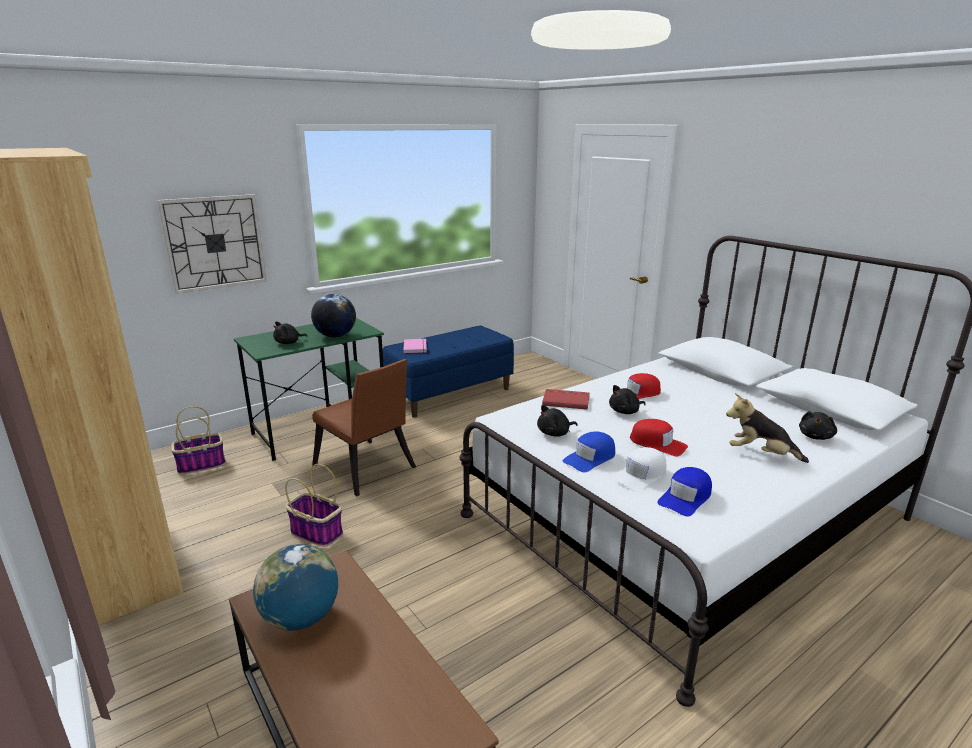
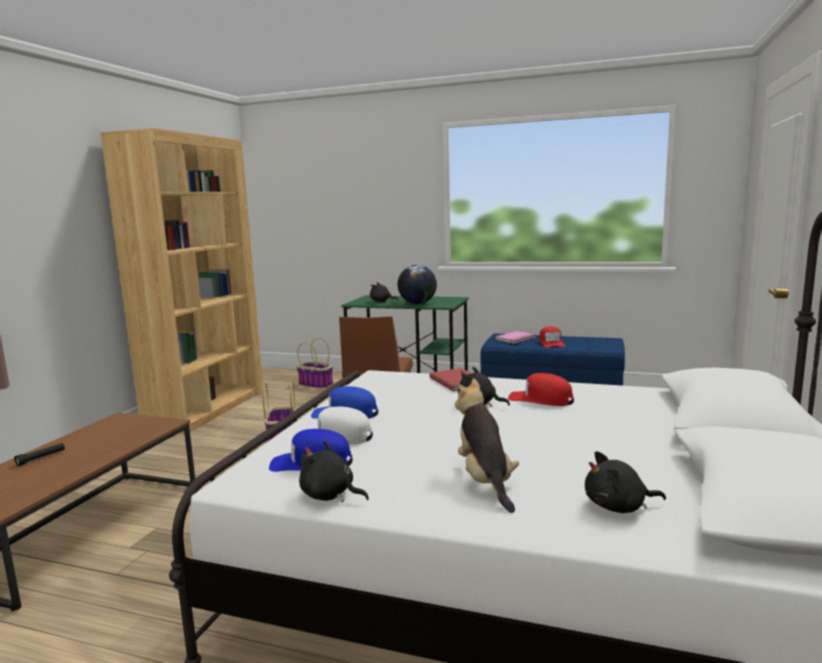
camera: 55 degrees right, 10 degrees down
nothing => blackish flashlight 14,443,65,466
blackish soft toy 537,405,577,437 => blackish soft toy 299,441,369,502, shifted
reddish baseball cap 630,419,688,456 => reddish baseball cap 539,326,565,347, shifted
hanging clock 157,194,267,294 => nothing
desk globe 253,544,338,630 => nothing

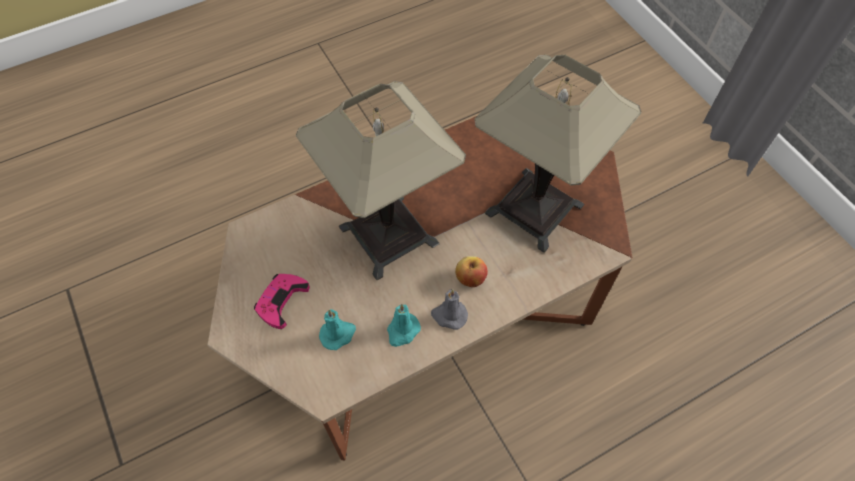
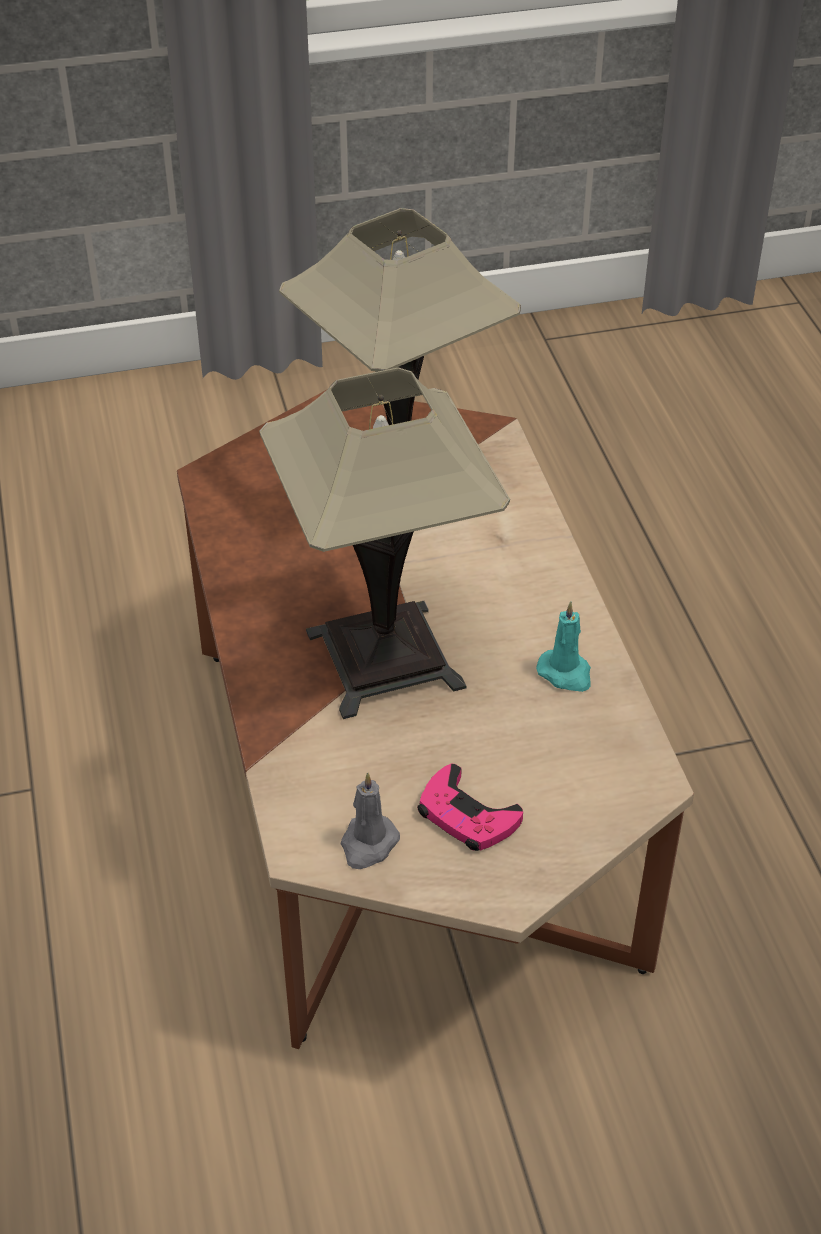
camera: 75 degrees left, 15 degrees down
grey candle 431,289,468,330 => grey candle 341,772,400,869, shifted
turquoise candle 319,309,356,350 => nothing
apple fruit 455,256,488,287 => nothing

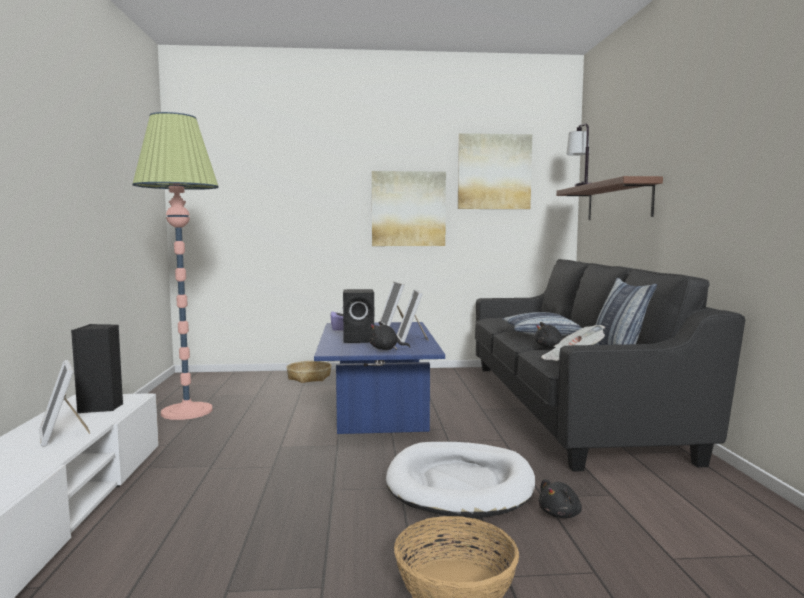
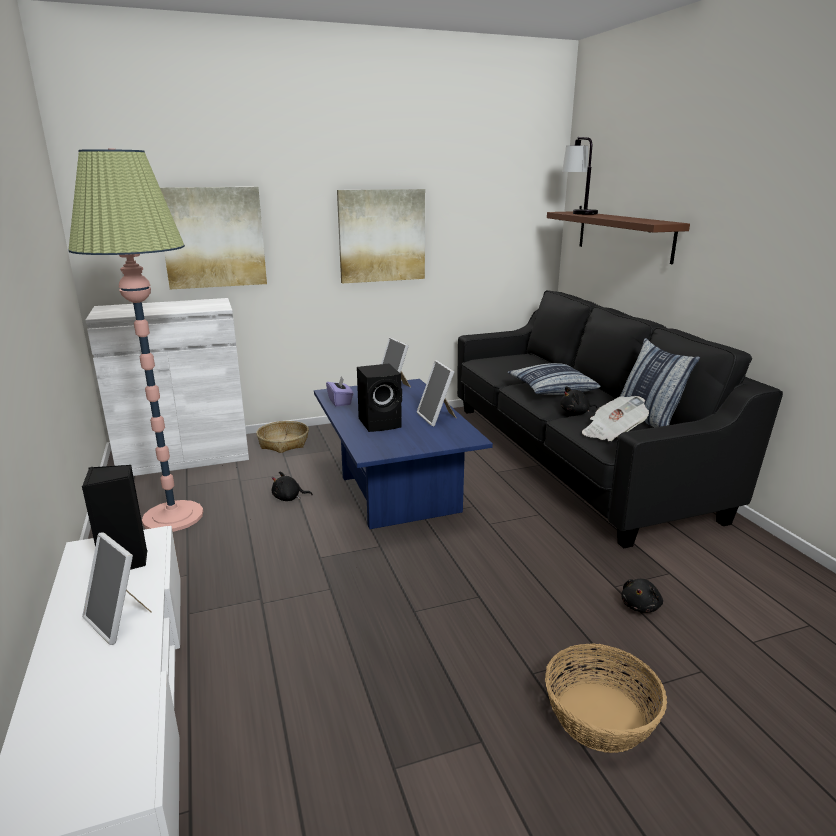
camera: 15 degrees left, 15 degrees up
nothing => whitish cupboard 85,298,249,476
wall picture 458,133,532,209 => wall picture 160,187,267,289, shifted
blackish soft toy 369,321,411,350 => blackish soft toy 272,472,313,501, shifted
whitish pet bed 386,442,535,519 => nothing

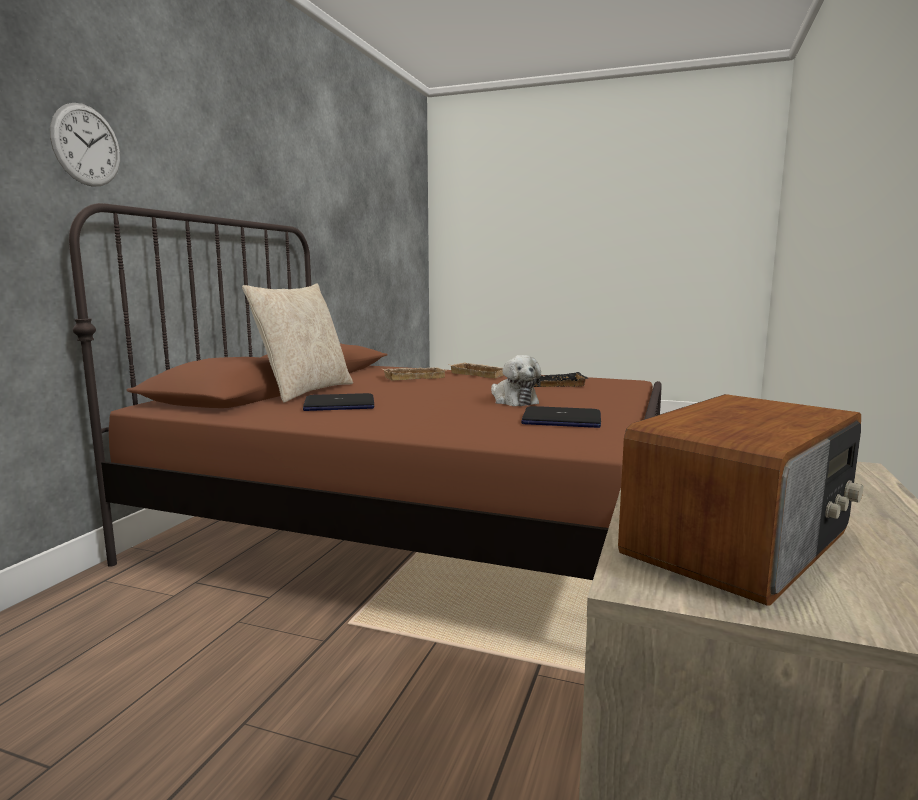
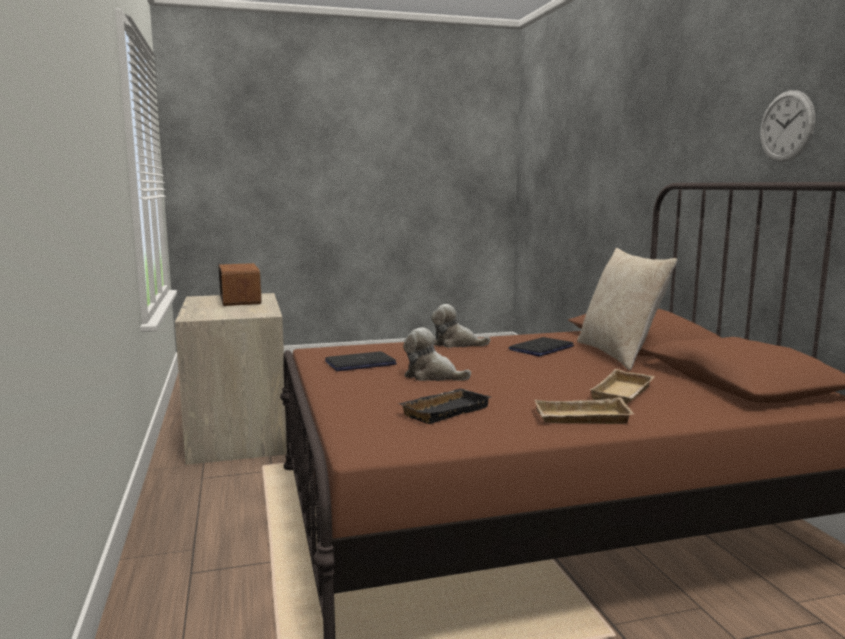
camera: 145 degrees right, 0 degrees up
radio 618,394,863,606 => radio 218,263,262,306, 150 degrees clockwise
nothing => soft toy 431,304,490,348
hanging clock 50,103,120,186 => hanging clock 760,90,815,162, shifted

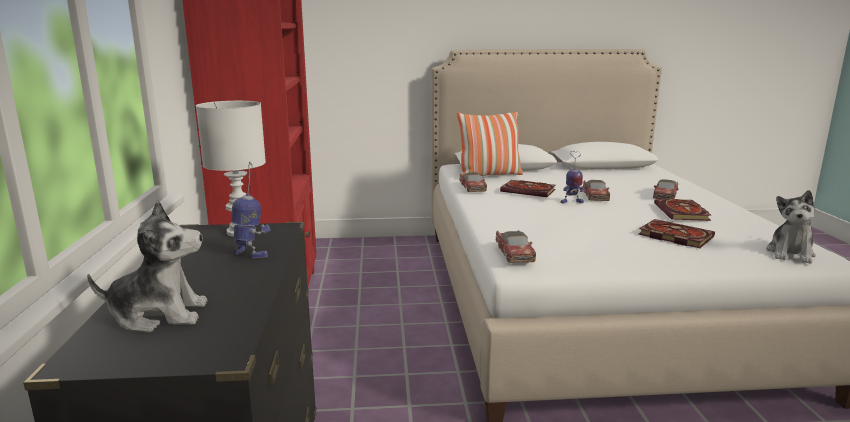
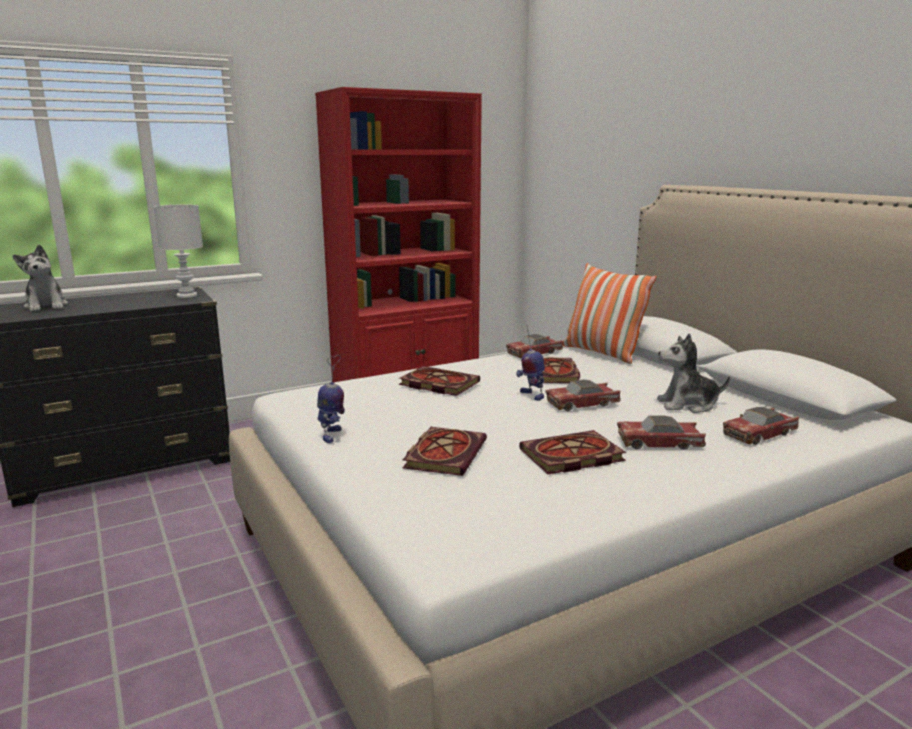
camera: 65 degrees right, 0 degrees up
model robot 231,162,271,258 => model robot 317,355,345,443, shifted
nothing => volume 399,366,480,396
soft toy 766,190,816,264 => soft toy 657,333,730,413, shifted
miniature car 496,230,536,263 => miniature car 723,407,799,445, shifted

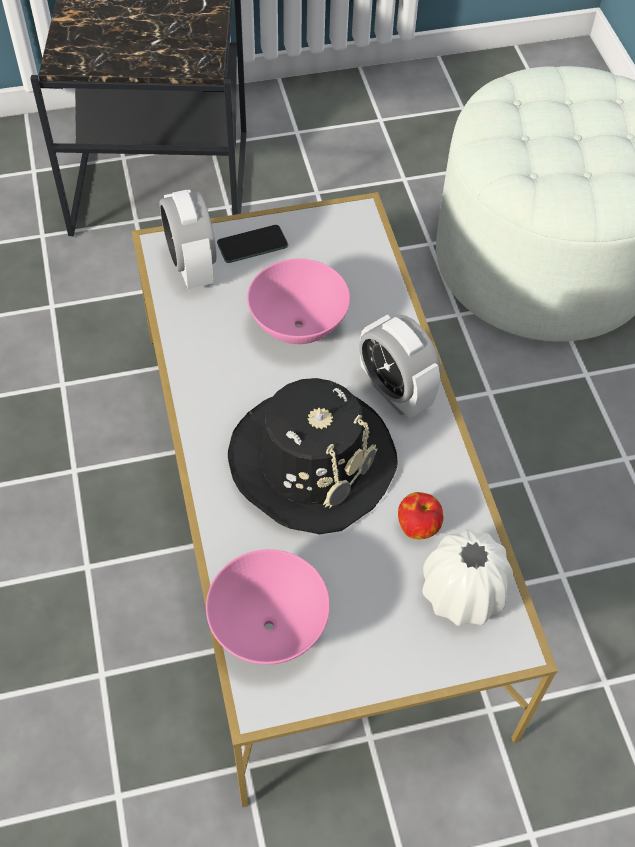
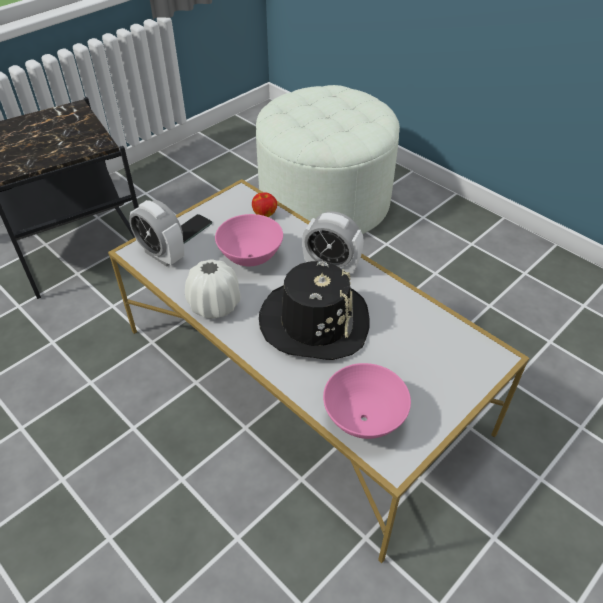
camera: 30 degrees left, 10 degrees down
whitish decorative vase 422,529,513,626 => whitish decorative vase 185,259,240,319, shifted
apple fruit 398,492,443,539 => apple fruit 252,192,277,217, shifted

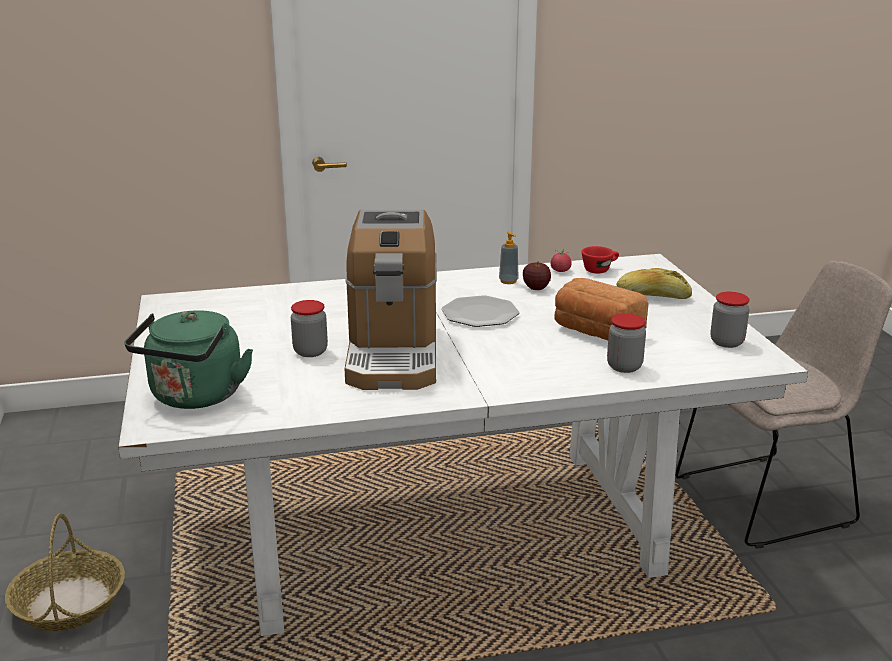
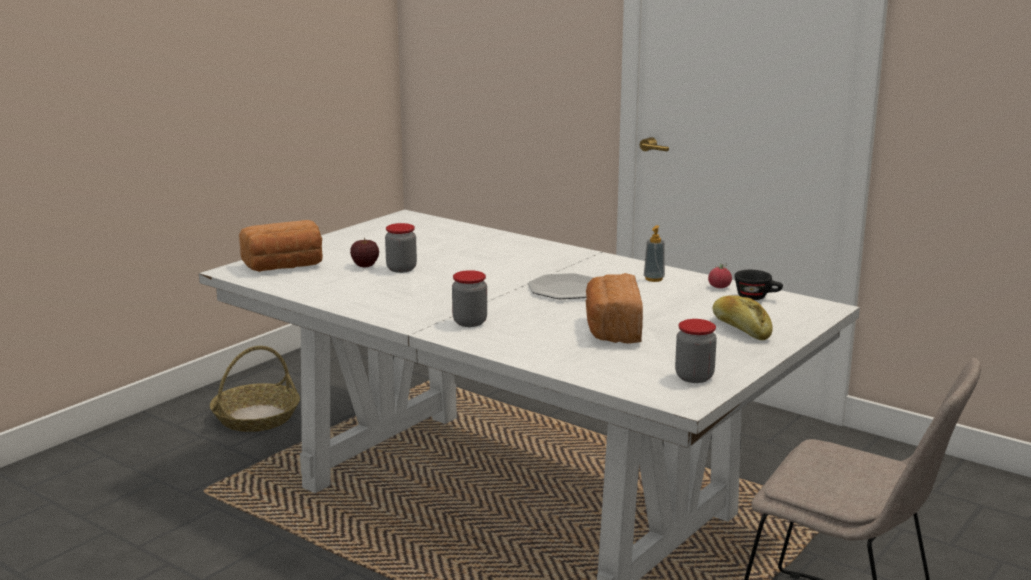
camera: 50 degrees right, 5 degrees down
greenish kettle 124,310,253,409 => baked bread 239,220,323,272
apple fruit 523,261,551,290 => apple fruit 350,238,379,267, shifted
storage jar 607,313,646,373 => storage jar 452,270,487,327, shifted
reddish cup 581,246,619,274 => blackish cup 735,270,783,300
coffee brewer 345,210,437,390 => nothing

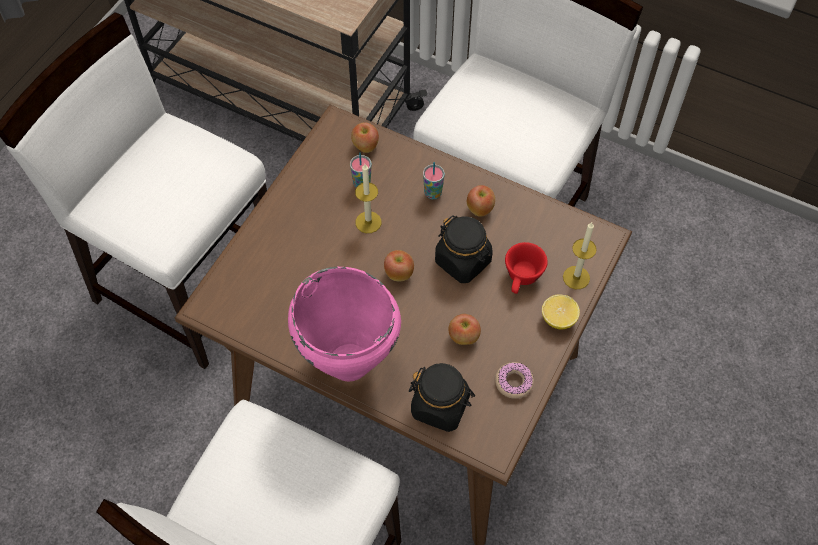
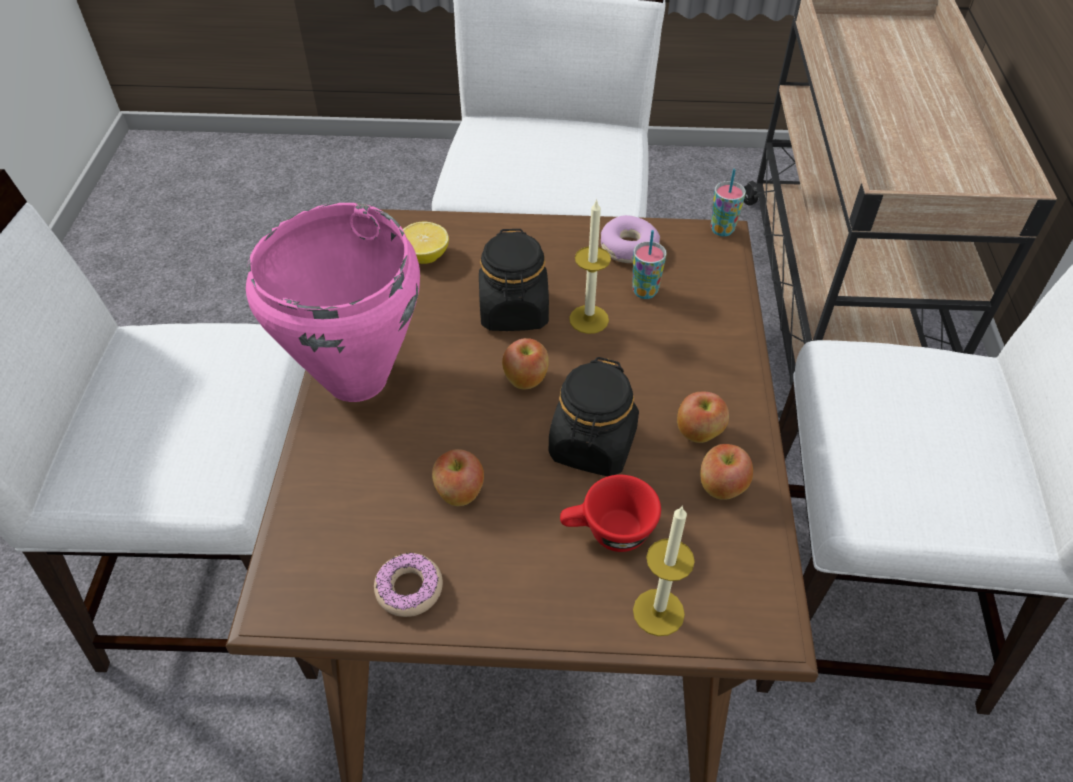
camera: 65 degrees right, 10 degrees down
citrus fruit 542,294,580,330 => citrus fruit 403,222,449,264, shifted
blackish storage jar 409,363,475,432 => blackish storage jar 479,229,549,331, shifted
nothing => doughnut 601,215,660,263
apple fruit 351,123,379,153 => apple fruit 700,444,753,500, shifted
cup 423,162,445,199 => cup 711,169,746,236, shifted

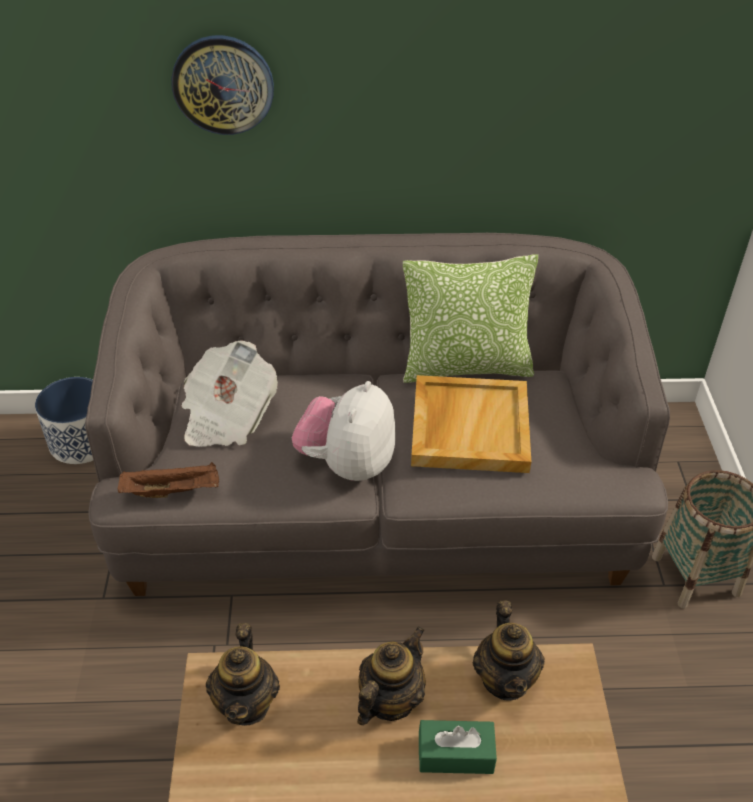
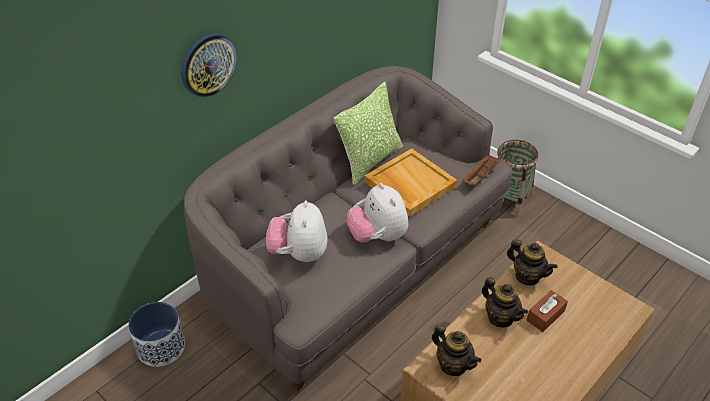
camera: 45 degrees left, 0 degrees up
printed paper 181,340,278,447 => soft toy 266,201,327,262
brown-coloured serving tray 117,462,219,498 => brown-coloured serving tray 462,154,502,186, shifted
tea pot 357,627,426,725 => tea pot 482,277,528,327, 150 degrees clockwise
greenish tissue holder 419,720,497,774 => brown-coloured tissue holder 527,290,568,332

